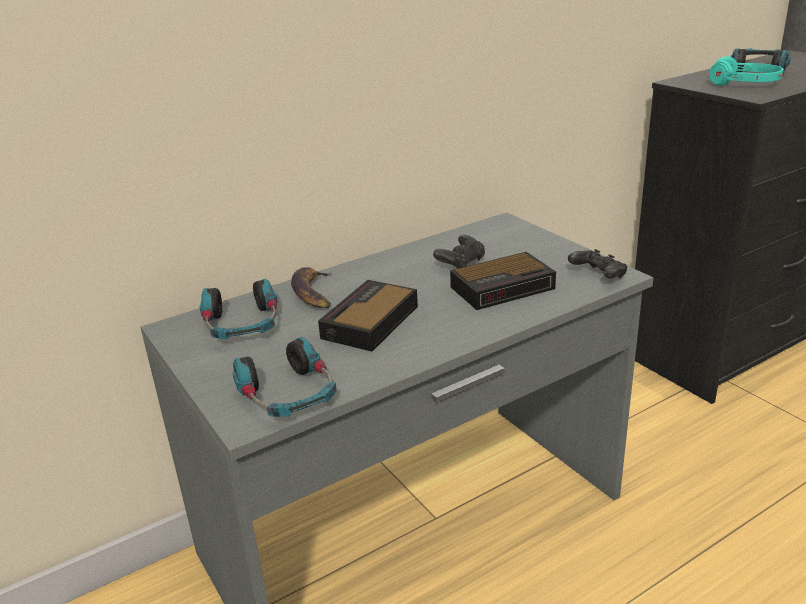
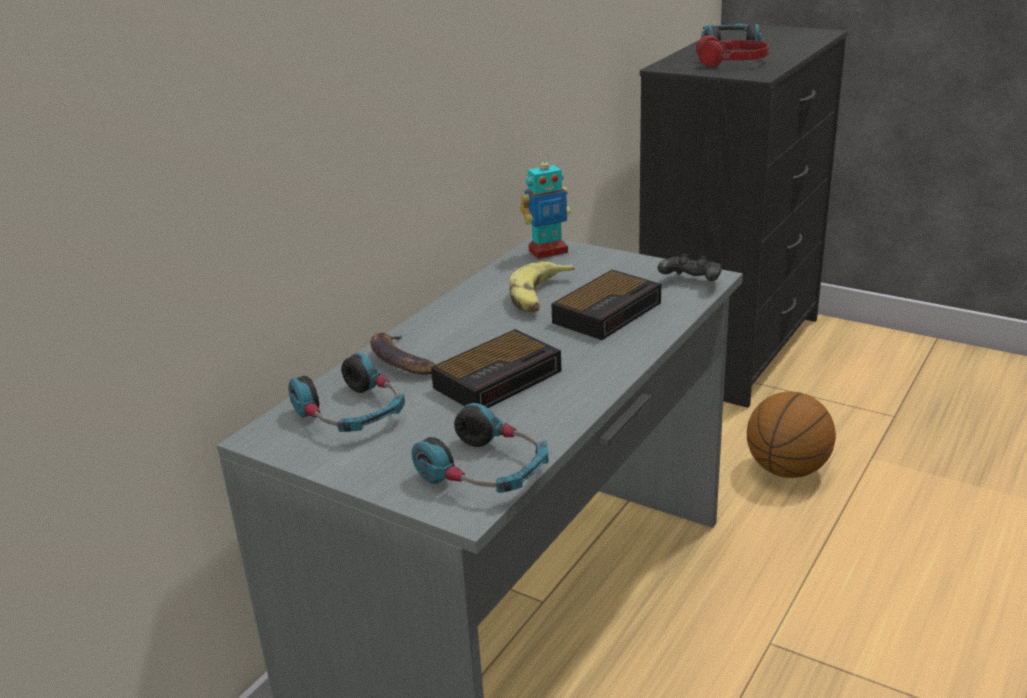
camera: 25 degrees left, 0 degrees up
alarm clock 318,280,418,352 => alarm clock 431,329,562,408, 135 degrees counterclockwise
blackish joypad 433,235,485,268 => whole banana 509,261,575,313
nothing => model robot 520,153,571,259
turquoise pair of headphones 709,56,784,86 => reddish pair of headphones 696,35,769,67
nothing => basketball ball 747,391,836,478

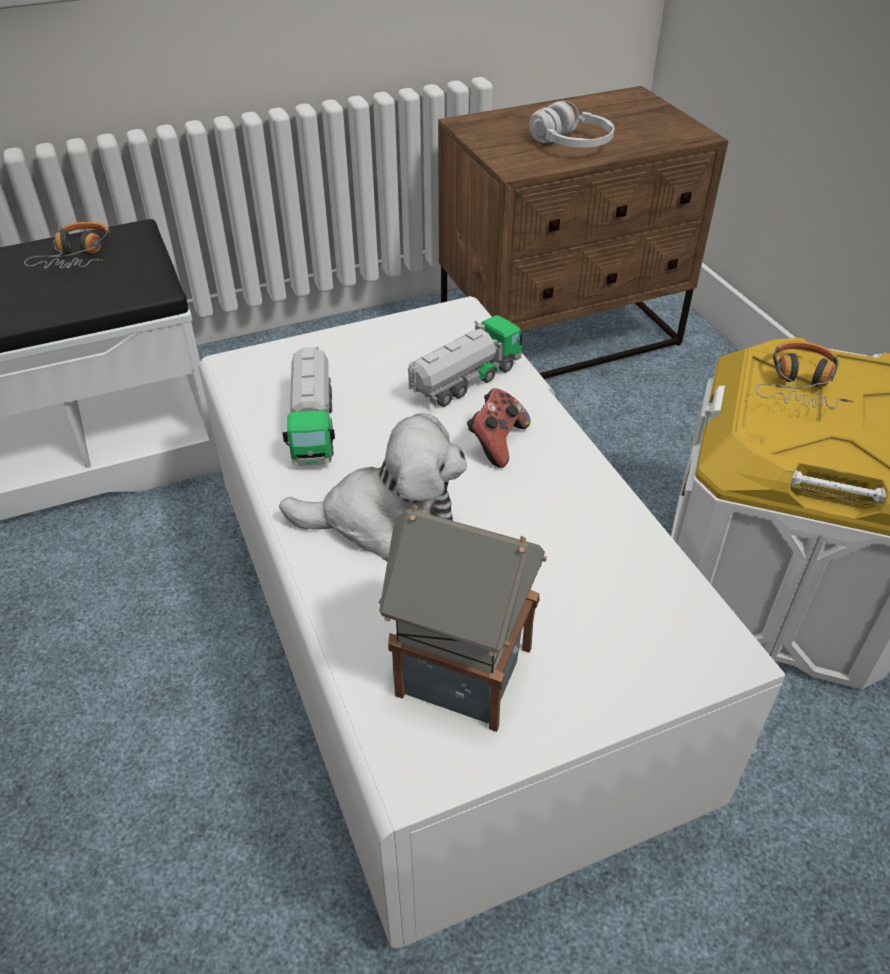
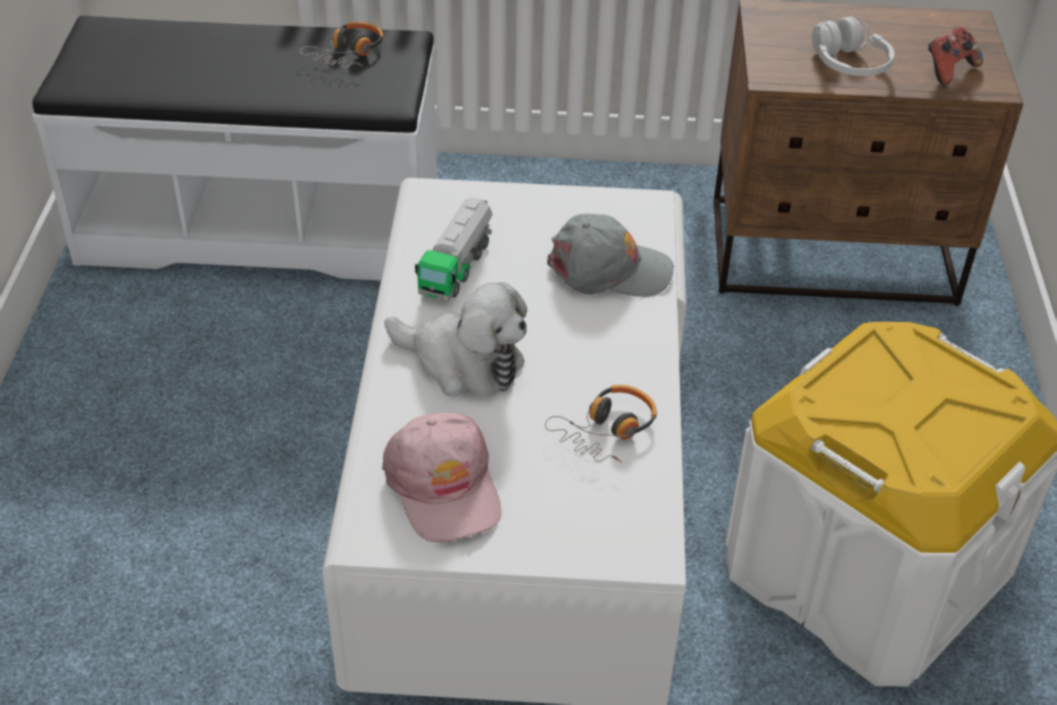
camera: 25 degrees right, 0 degrees up
model house 378,505,547,732 => pink baseball cap 382,412,502,543
pair of headphones 755,341,853,408 => pair of headphones 545,385,657,463, shifted
toy truck 408,315,522,407 => grey baseball cap 547,214,674,297
joypad 467,388,531,468 => joypad 928,26,983,85, shifted

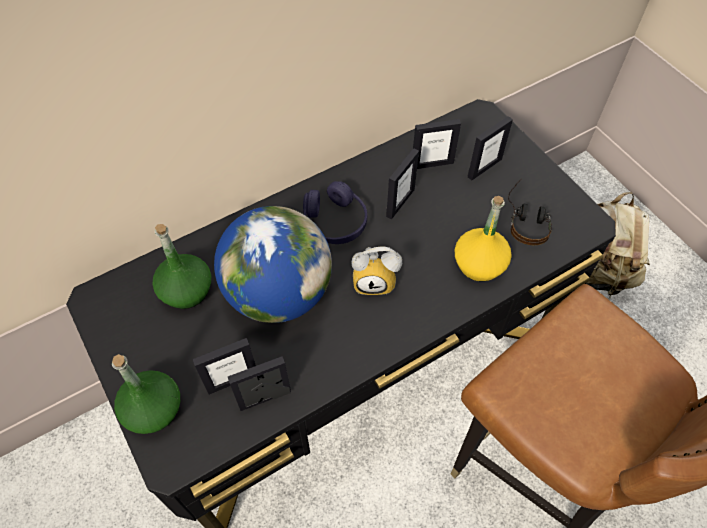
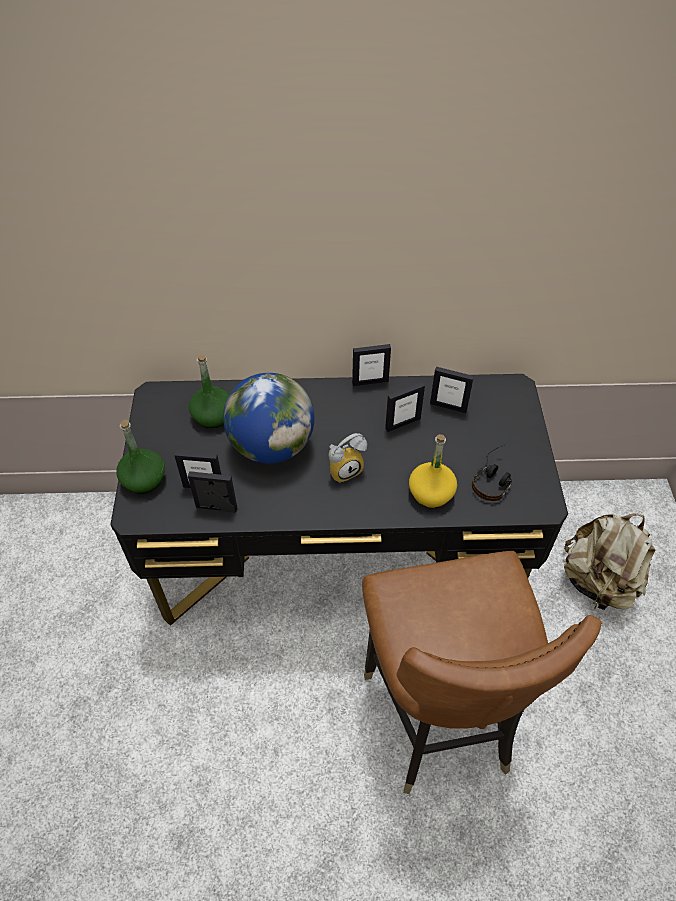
camera: 30 degrees right, 5 degrees down
alarm clock 351,247,402,295 => alarm clock 328,433,367,483, 60 degrees counterclockwise
photo frame 468,116,513,181 => photo frame 352,344,391,386, shifted
purple pair of headphones 303,181,367,244 => nothing

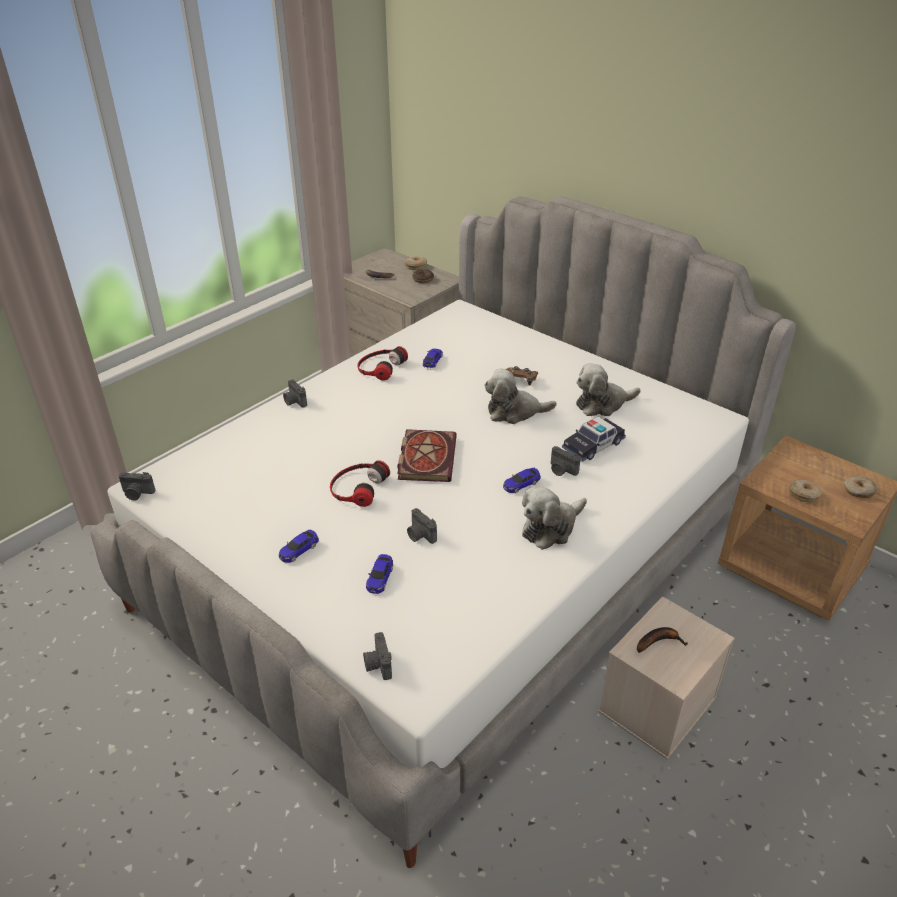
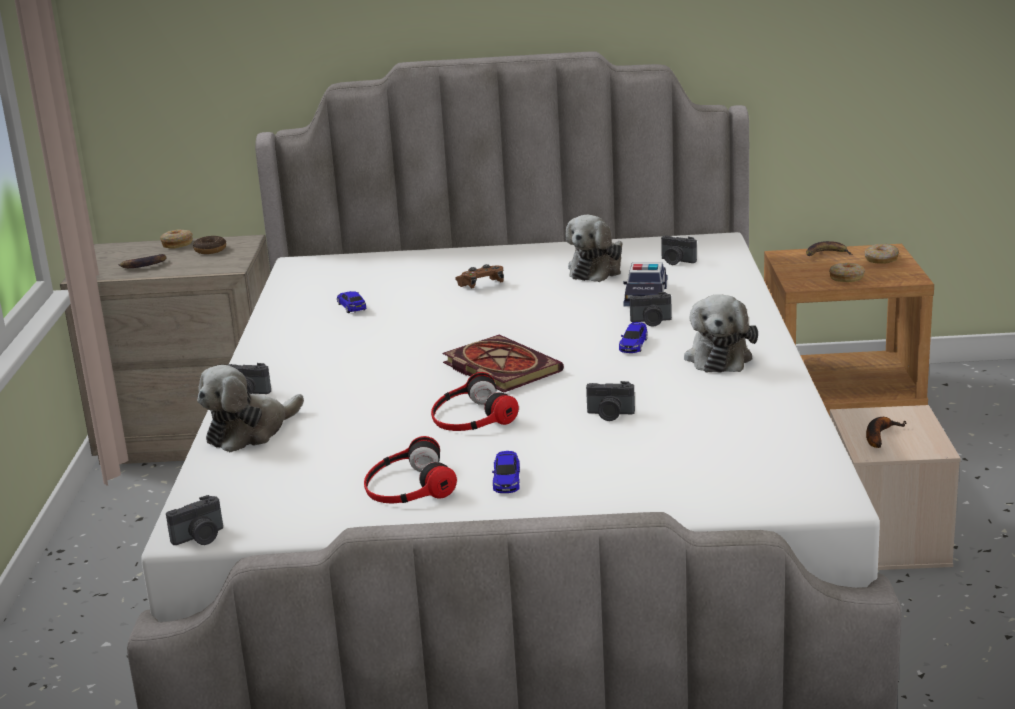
camera: 40 degrees left, 15 degrees down
soft toy 484,368,557,424 => soft toy 197,365,304,452, shifted
pair of headphones 358,346,408,381 => pair of headphones 364,436,457,503, shifted
still camera 363,632,392,680 => still camera 661,235,697,265, shifted
nothing => whole banana 806,241,853,256
miniature car 366,554,393,594 => nothing

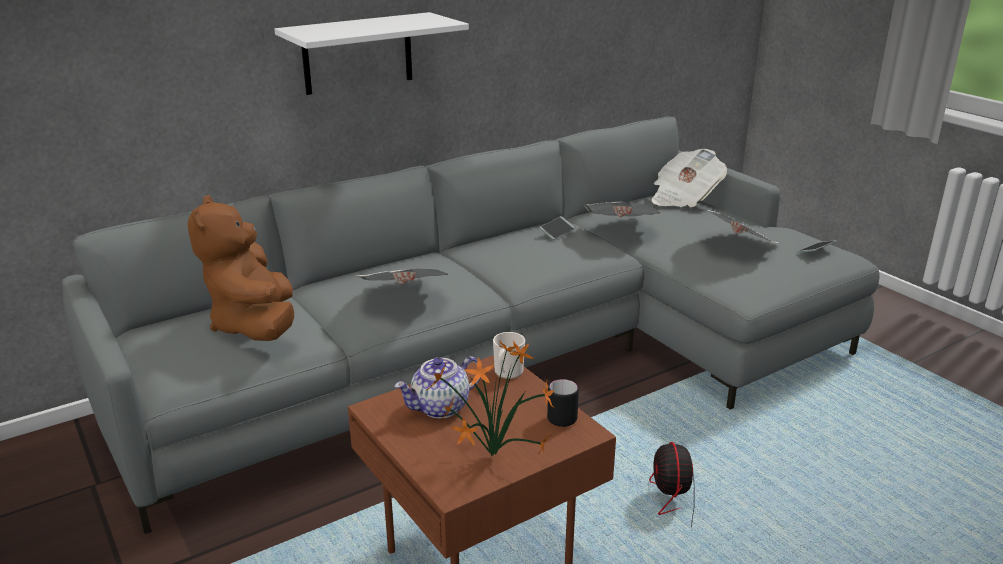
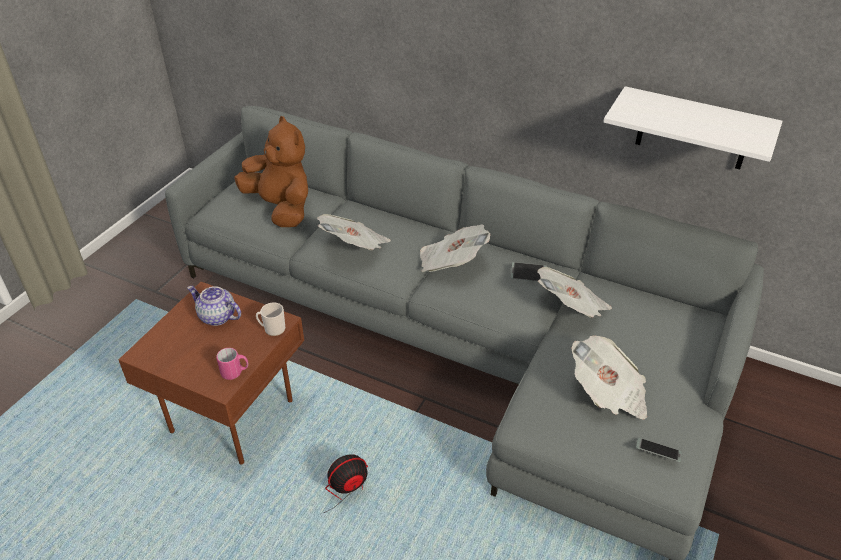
camera: 60 degrees right, 15 degrees up
blackish coffee mug 547,379,579,427 => pink coffee mug 216,348,248,380
brown-coloured soft toy 188,195,294,341 => brown-coloured soft toy 234,116,308,227, 90 degrees clockwise
printed paper 652,149,727,207 => printed paper 420,225,490,272, shifted
whitish shelf 274,12,469,95 => whitish shelf 603,86,783,169, shifted
potted plant 427,340,554,456 => nothing

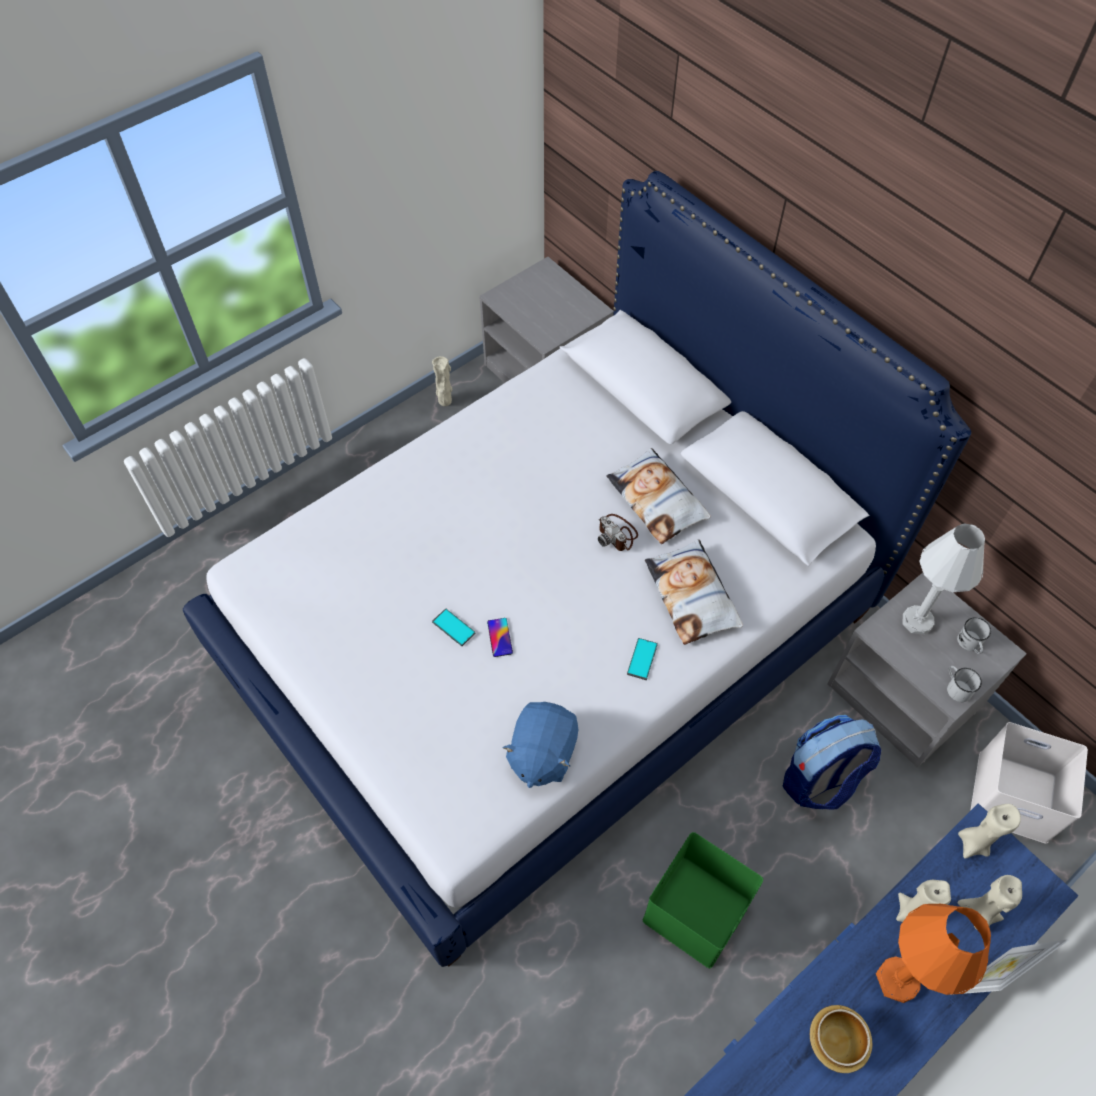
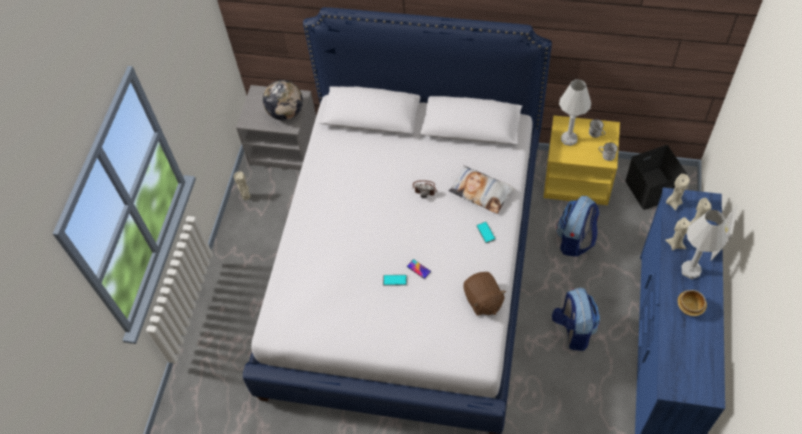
camera: 35 degrees left, 0 degrees up
nothing => desk globe 263,80,303,120
bluish soft toy 502,702,578,788 => brown-coloured soft toy 464,272,506,316
grey nightstand 827,572,1027,768 => yellow nightstand 543,115,620,206
greenish storage box 643,832,763,968 => knapsack 552,288,600,351
whitish storage box 970,722,1088,844 => blackish storage box 625,145,687,210
orangey lamp for a table 876,904,991,1003 => whitish lamp for a table 682,210,727,280
cushion 606,448,711,544 => nothing

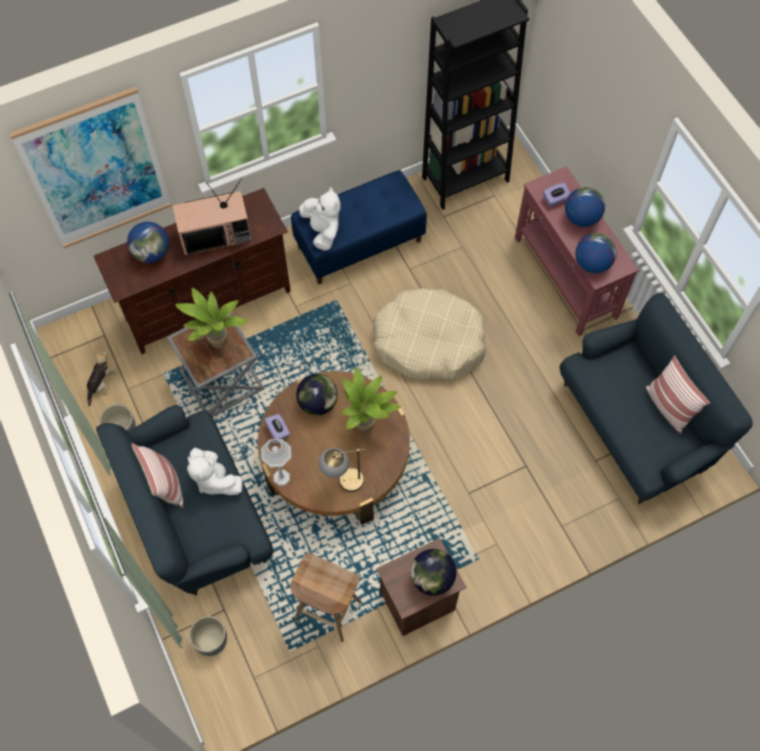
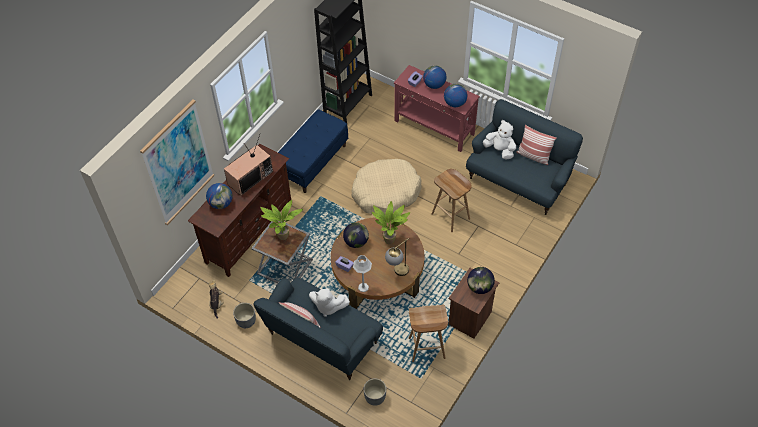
camera: 30 degrees left, 10 degrees down
nothing => brown-coloured stool seat 432,169,472,232
whitish soft toy 299,187,341,251 => whitish soft toy 483,120,516,159, shifted

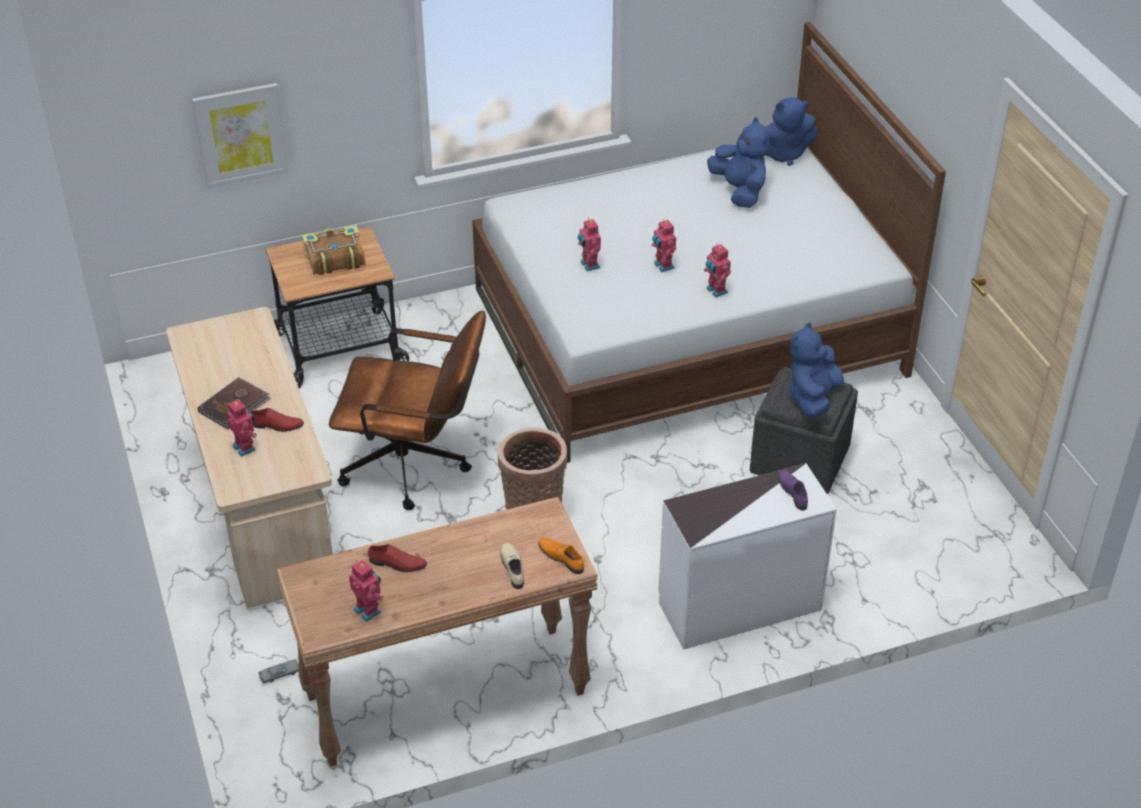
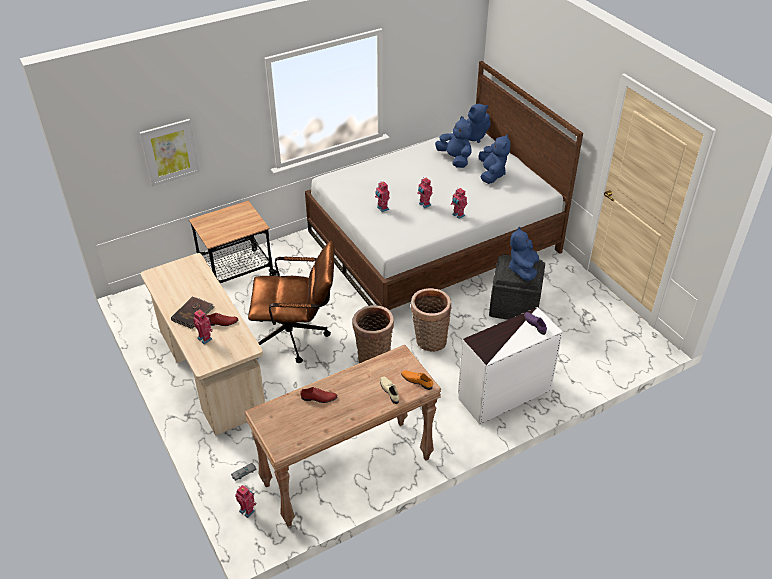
camera: 10 degrees left, 0 degrees up
model robot 349,559,384,622 => model robot 235,485,257,518, shifted
nothing => household basket 411,288,452,352
nothing => bluish soft toy 479,134,510,184
volume 302,225,365,275 => nothing

